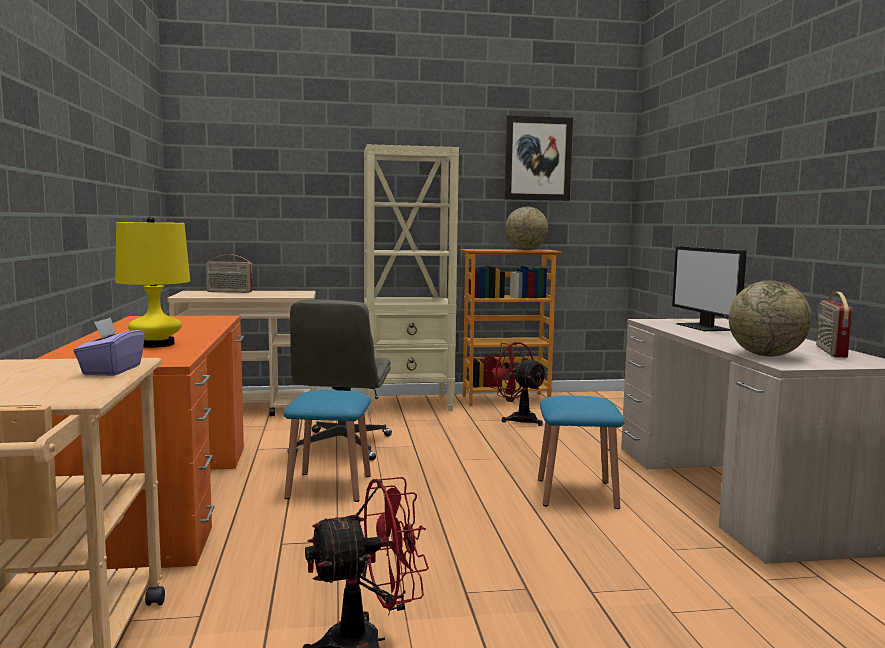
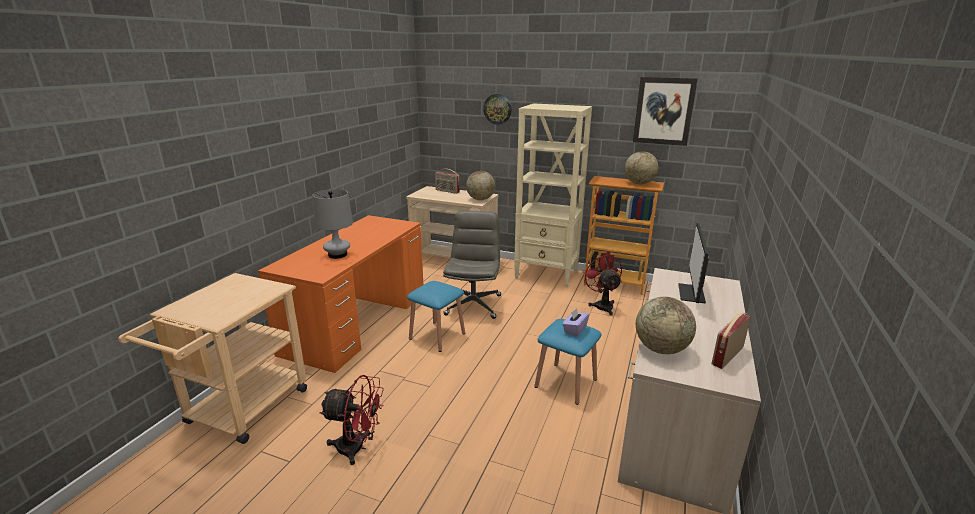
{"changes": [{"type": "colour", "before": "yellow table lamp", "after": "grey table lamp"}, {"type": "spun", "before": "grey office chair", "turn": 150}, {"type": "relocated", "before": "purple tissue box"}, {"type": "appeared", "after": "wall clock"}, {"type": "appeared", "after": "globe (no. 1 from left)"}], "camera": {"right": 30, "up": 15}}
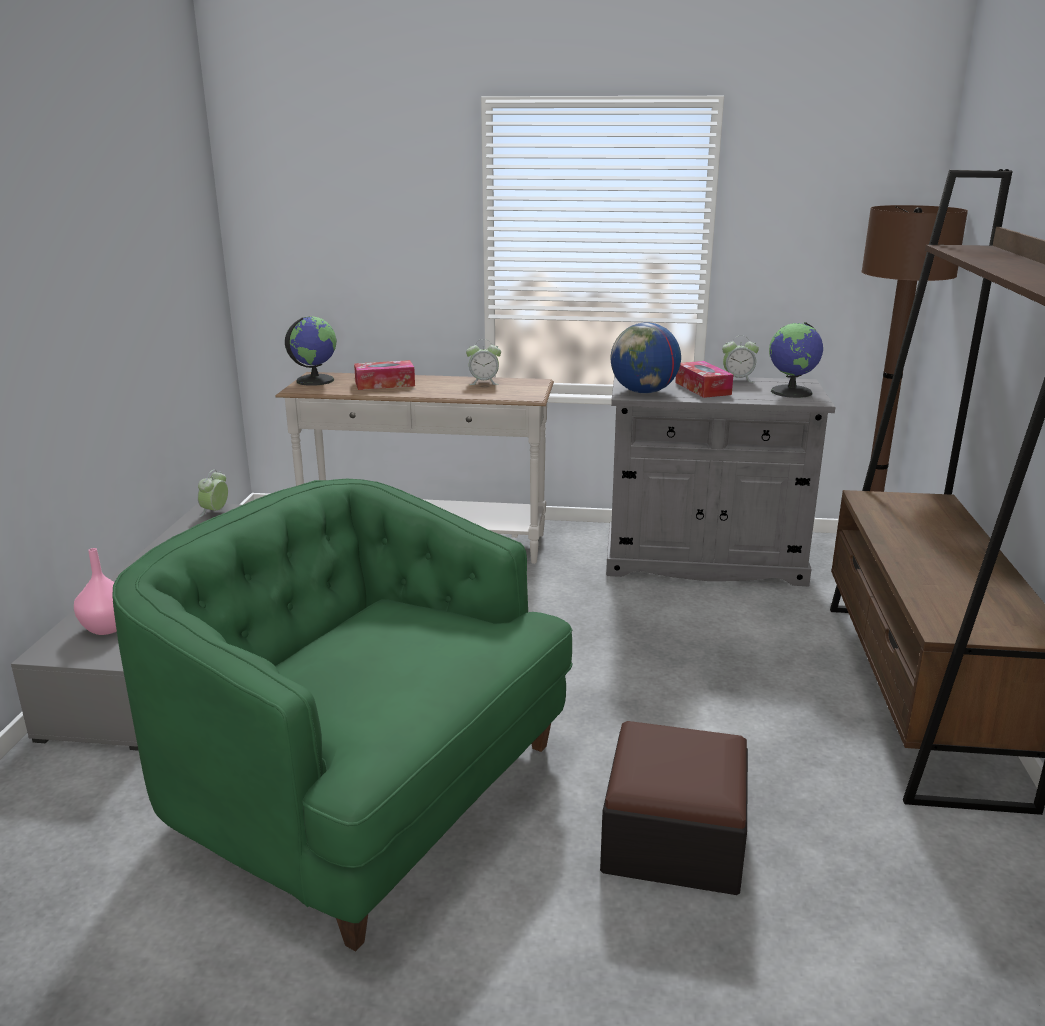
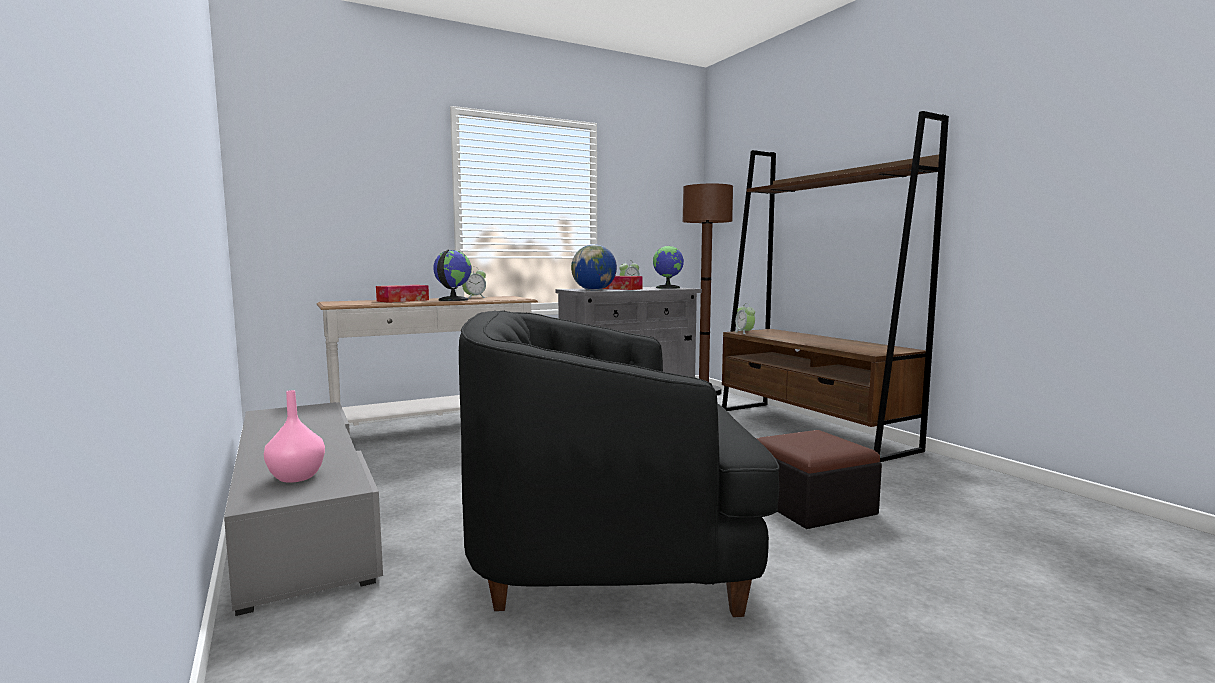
{"changes": [{"type": "relocated", "before": "globe (no. 1 from left)"}, {"type": "relocated", "before": "alarm clock (no. 1 from left in the first image)", "after": "alarm clock (no. 3 from left)"}, {"type": "colour", "before": "green armchair", "after": "black armchair"}], "camera": {"right": -35, "up": -15}}
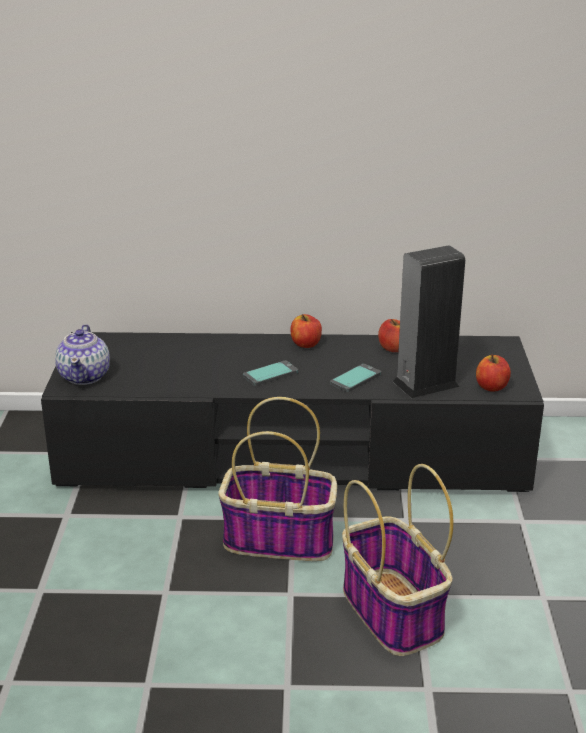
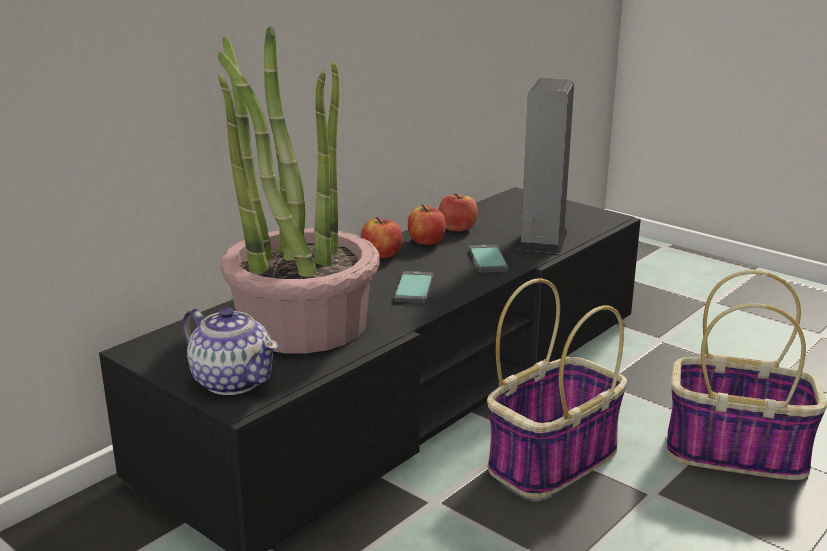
{"changes": [{"type": "relocated", "before": "apple (no. 3 from left in the first image)", "after": "apple (no. 2 from left)"}, {"type": "appeared", "after": "potted plant"}], "camera": {"right": -50, "up": -5}}
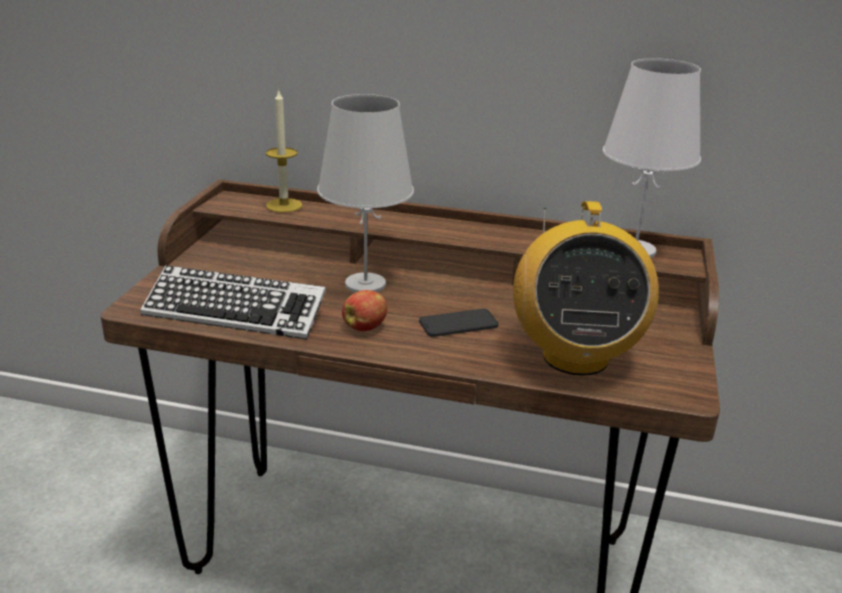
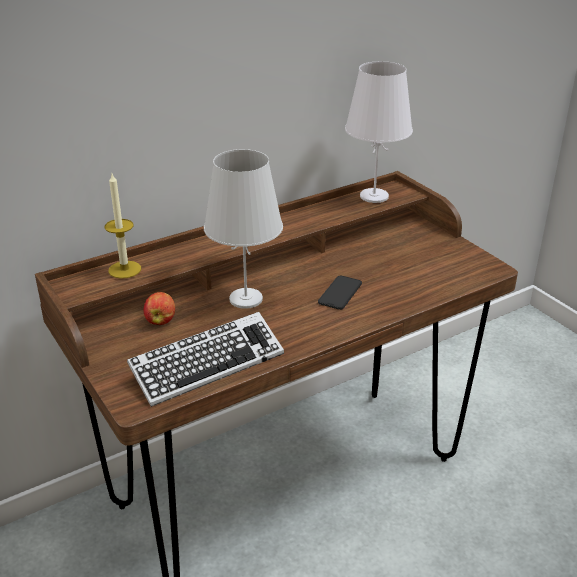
{"changes": [{"type": "missing", "before": "radio"}, {"type": "relocated", "before": "apple"}], "camera": {"right": -45, "up": 5}}
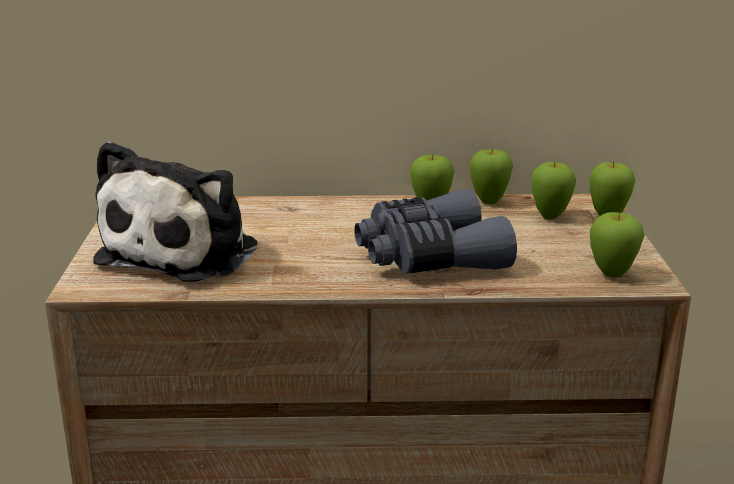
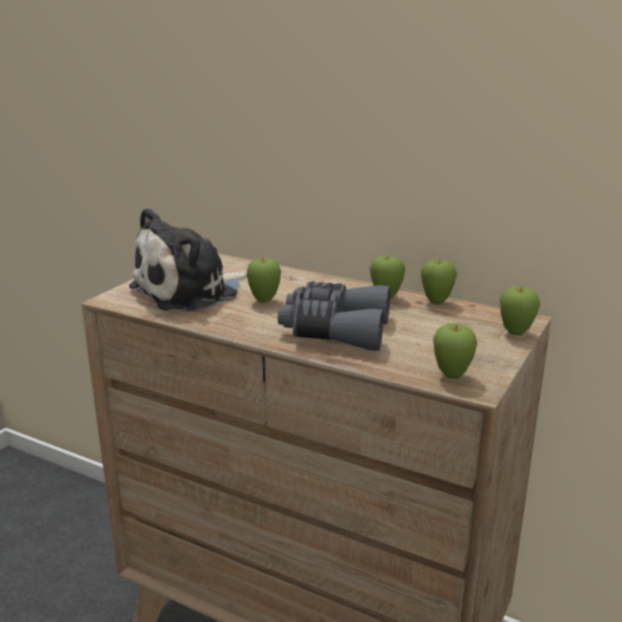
{"changes": [{"type": "relocated", "before": "apple (no. 3 from left in the first image)", "after": "apple (no. 1 from left)"}], "camera": {"right": 30, "up": 0}}
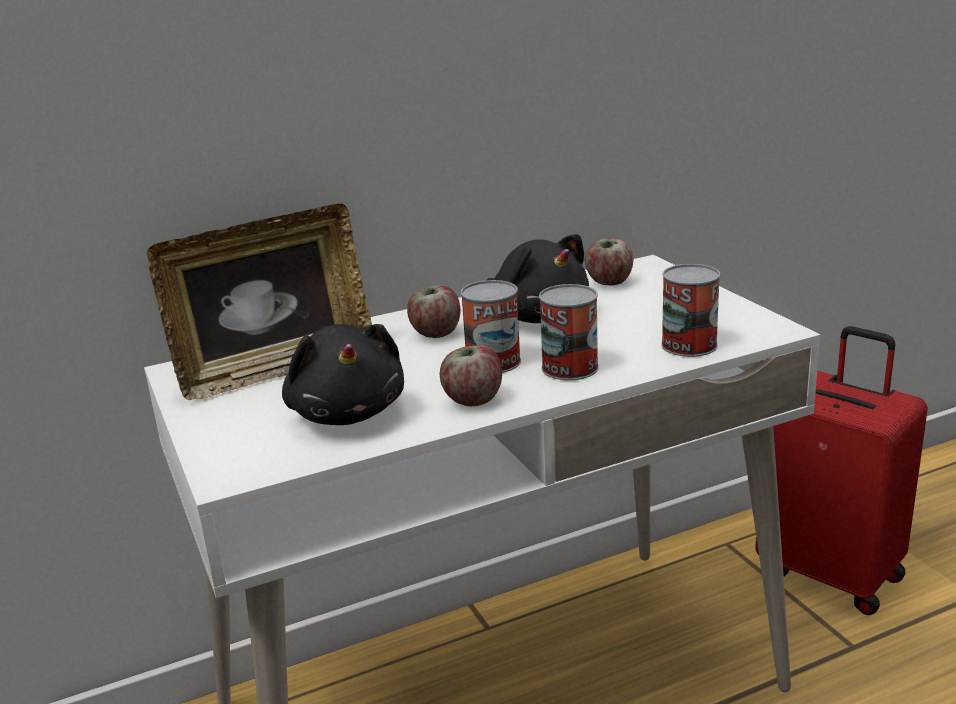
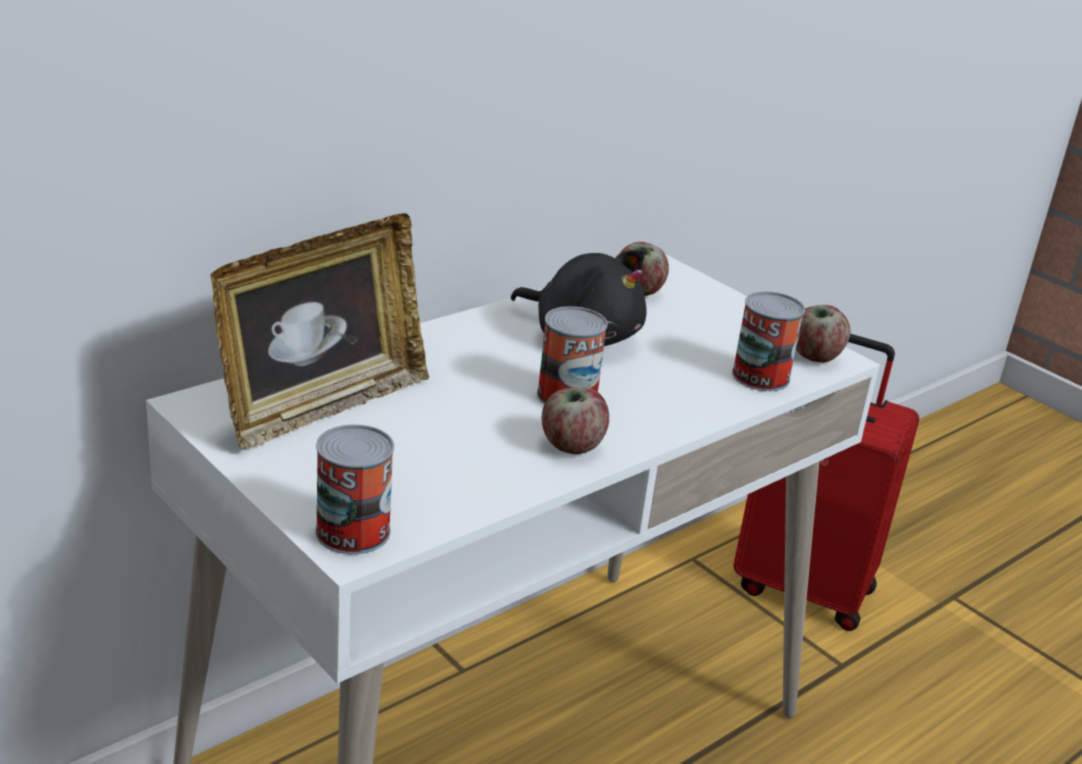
{"changes": [{"type": "relocated", "before": "can (no. 2 from left in the first image)", "after": "can (no. 1 from left)"}, {"type": "relocated", "before": "apple (no. 1 from left in the first image)", "after": "apple (no. 3 from left)"}, {"type": "missing", "before": "black plush toy (no. 1 from left)"}], "camera": {"right": -20, "up": 5}}
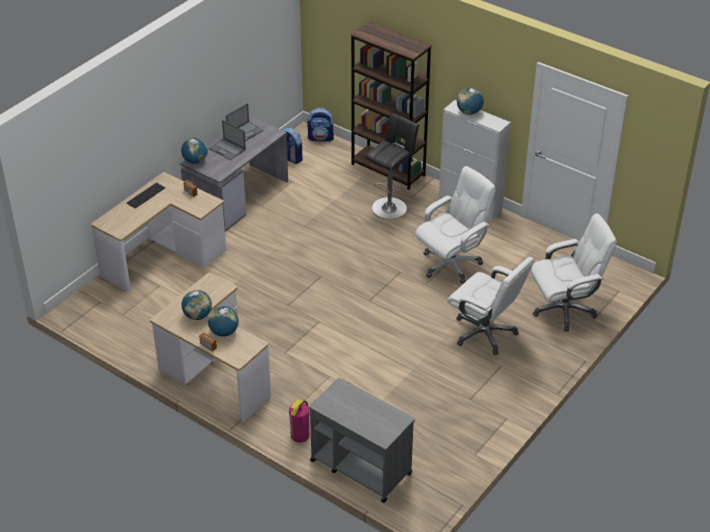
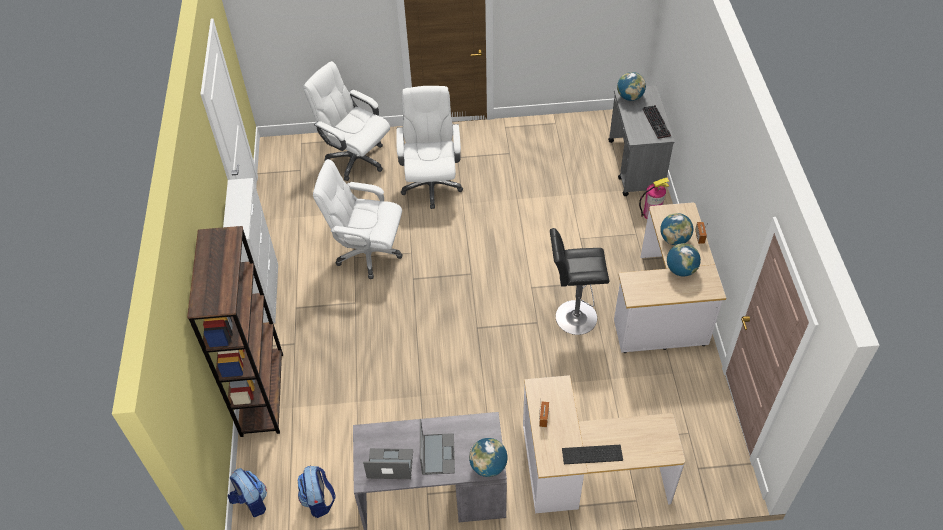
{"changes": [{"type": "relocated", "before": "globe (no. 4 from left in the first image)", "after": "globe (no. 2 from left)"}, {"type": "relocated", "before": "black stool"}, {"type": "appeared", "after": "keyboard (no. 2 from left)"}], "camera": {"right": -130, "up": 10}}
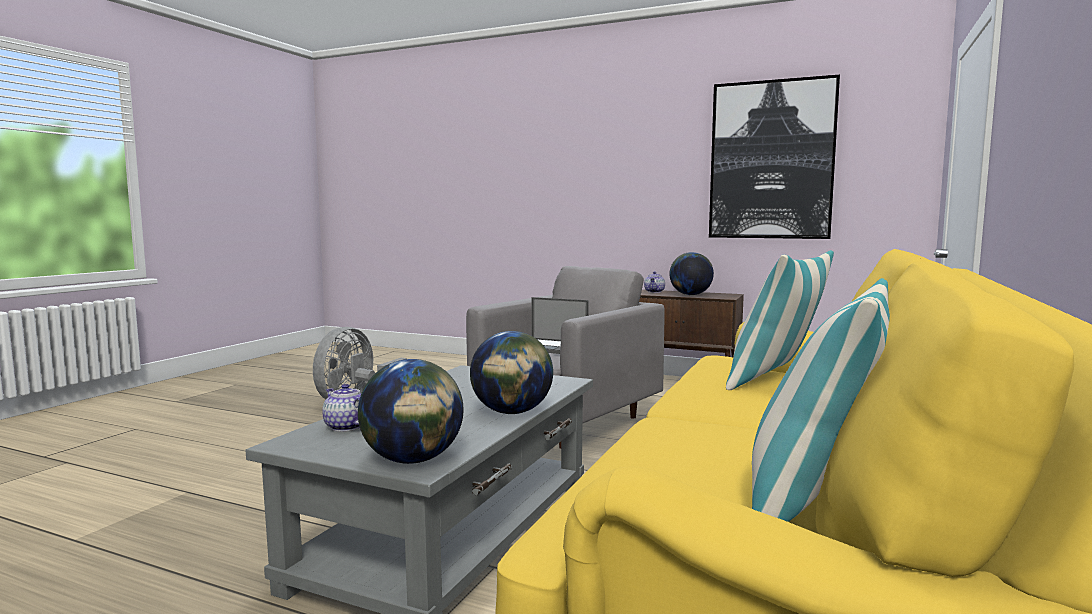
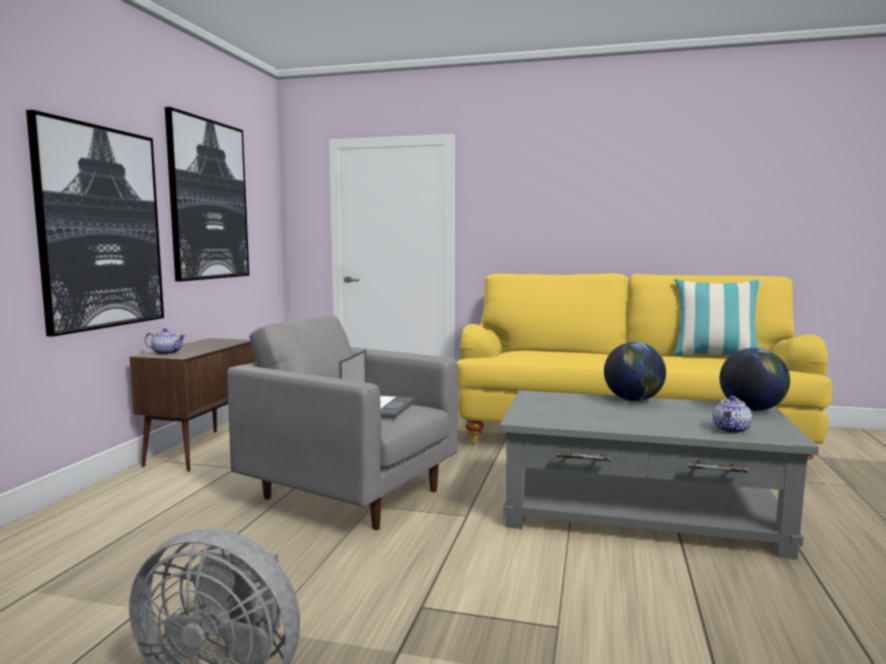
{"changes": [{"type": "missing", "before": "pillow (no. 1 from left)"}, {"type": "missing", "before": "globe (no. 3 from left)"}, {"type": "appeared", "after": "picture (no. 1 from left)"}], "camera": {"right": -100, "up": 0}}
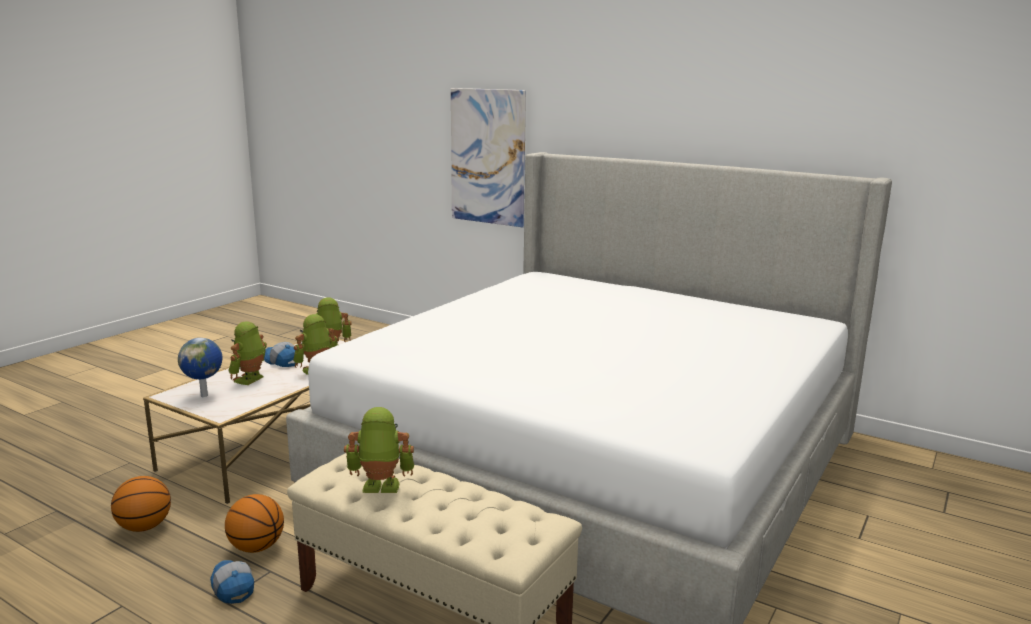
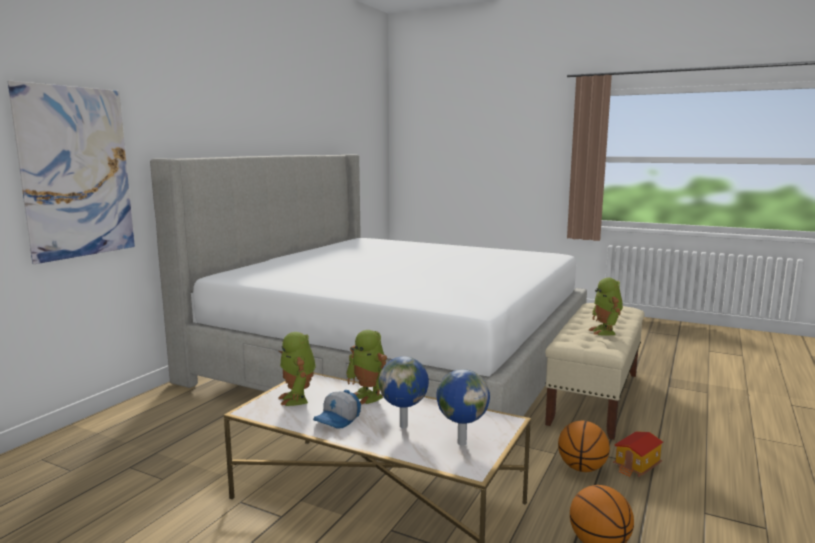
{"changes": [{"type": "exchanged", "before": "toy robot (no. 1 from left)", "after": "globe (no. 1 from left)"}, {"type": "exchanged", "before": "cap (no. 1 from left)", "after": "toy house"}], "camera": {"right": -95, "up": -5}}
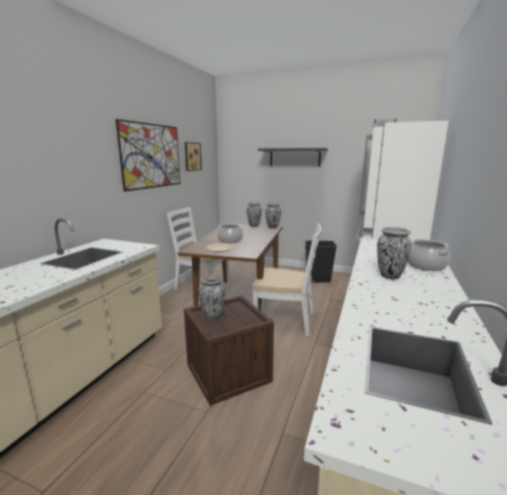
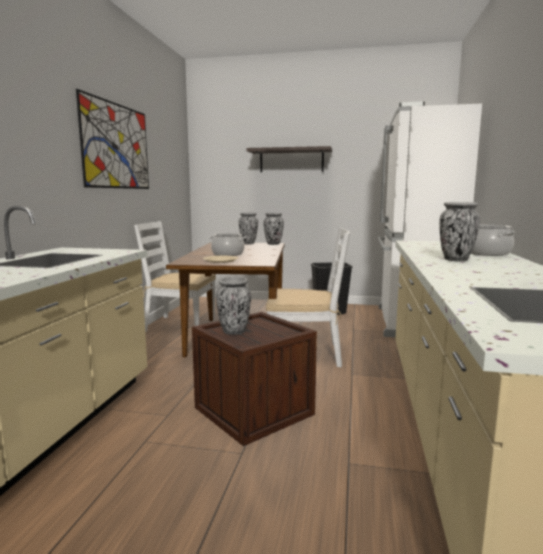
{"changes": [{"type": "missing", "before": "picture (no. 2 from left)"}], "camera": {"right": -10, "up": -5}}
